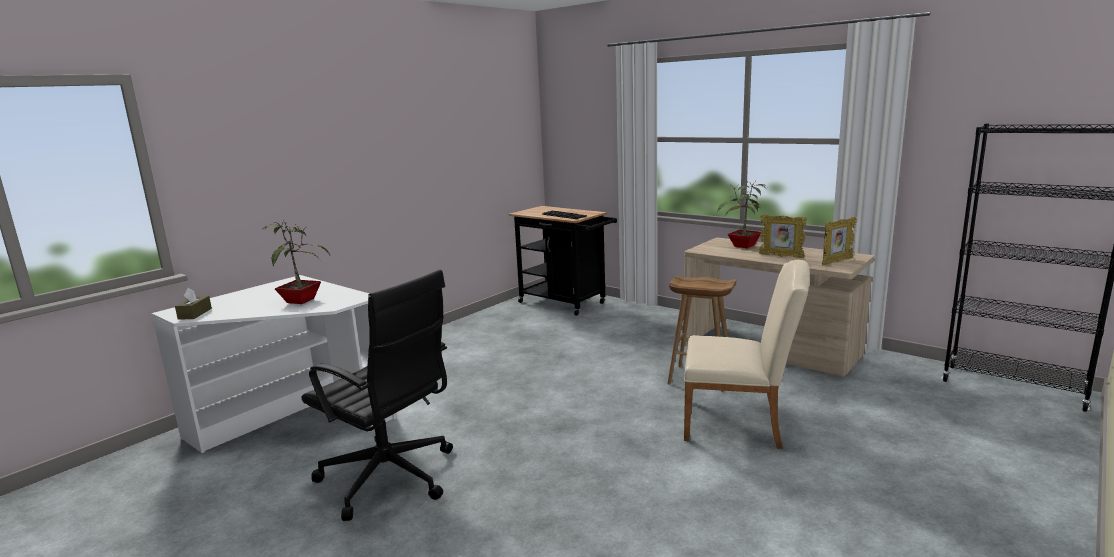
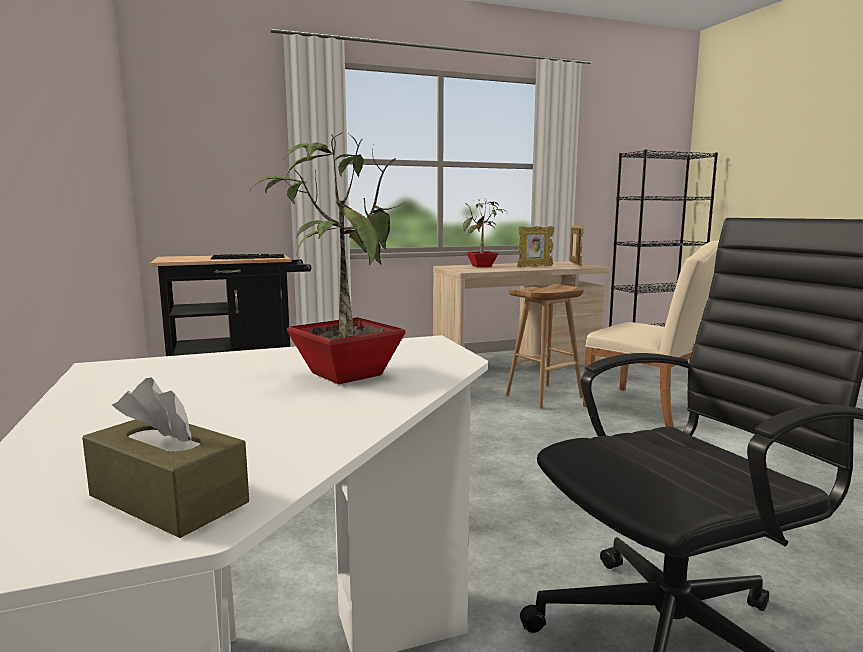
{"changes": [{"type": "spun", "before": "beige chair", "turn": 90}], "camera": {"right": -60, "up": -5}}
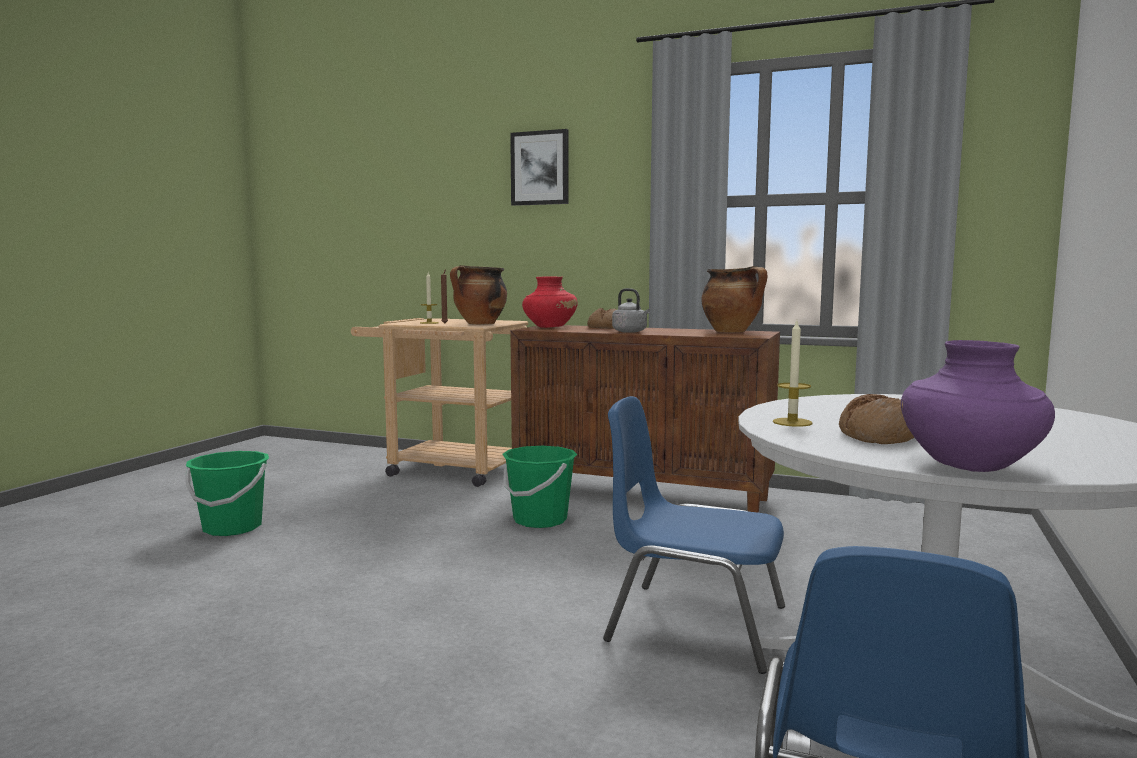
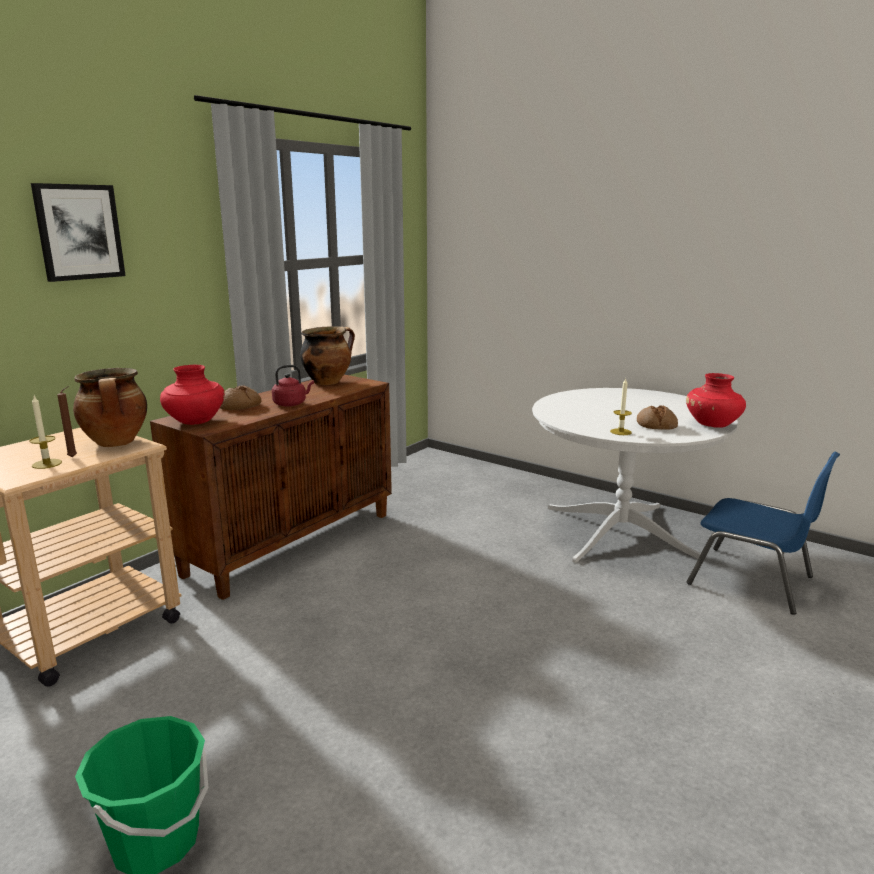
{"changes": [{"type": "colour", "before": "grey kettle", "after": "red kettle"}, {"type": "colour", "before": "purple vase", "after": "red vase (no. 2 from left)"}, {"type": "missing", "before": "blue chair (no. 1 from left)"}, {"type": "missing", "before": "green bucket (no. 2 from left)"}], "camera": {"right": -75, "up": 10}}
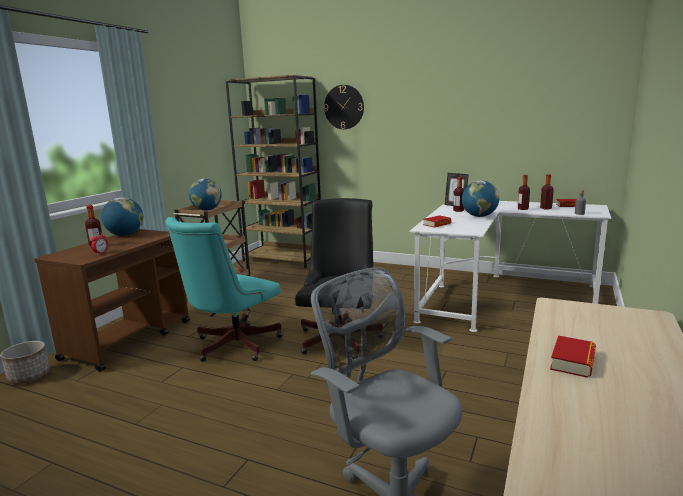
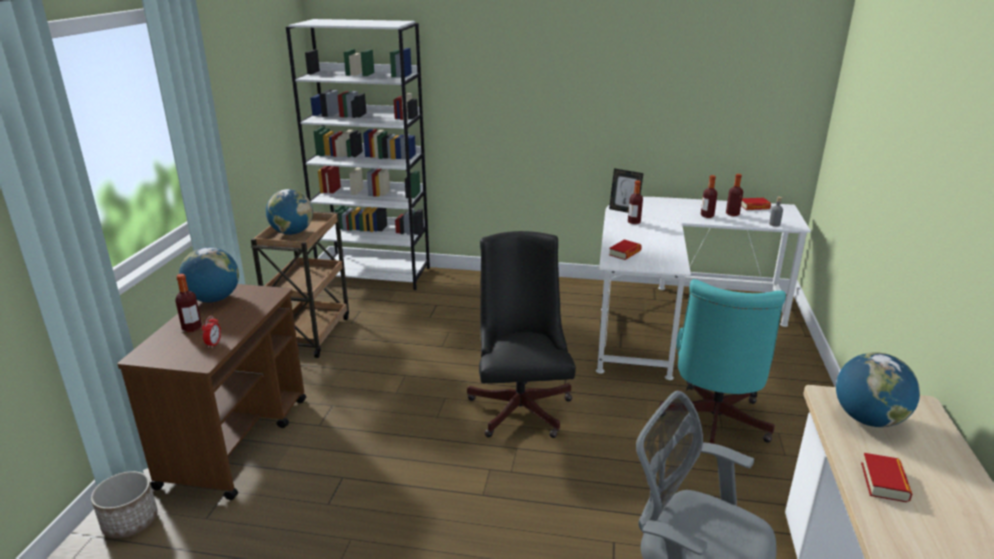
{"changes": [{"type": "colour", "before": "brown bookcase", "after": "white bookcase"}, {"type": "missing", "before": "wall clock"}, {"type": "relocated", "before": "globe (no. 3 from left)"}, {"type": "relocated", "before": "turquoise office chair"}], "camera": {"right": -15, "up": 10}}
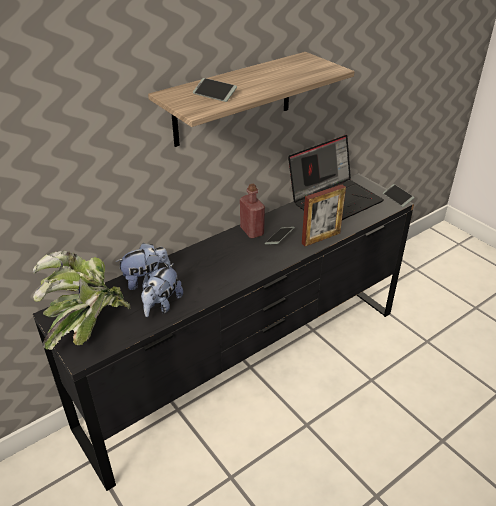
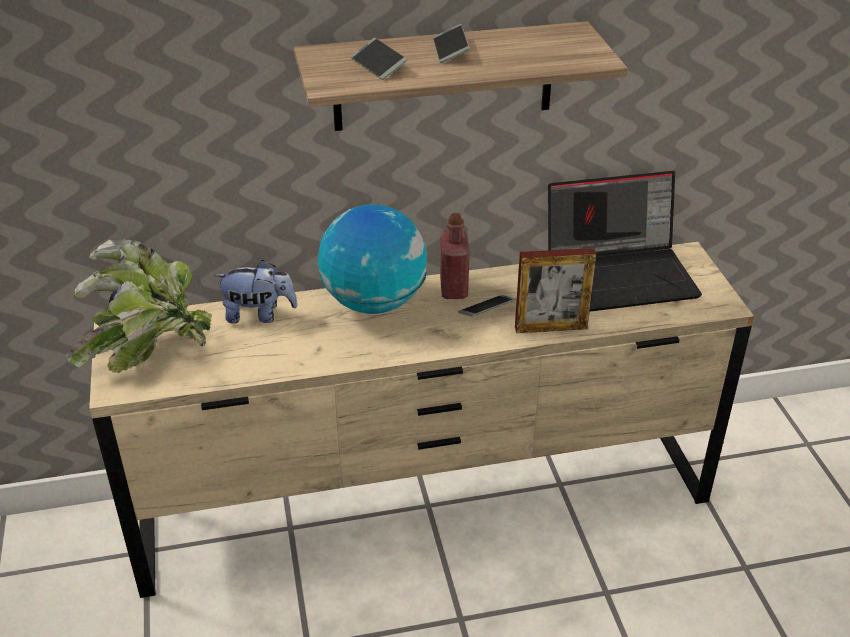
{"changes": [{"type": "colour", "before": "black dresser", "after": "beige dresser"}, {"type": "relocated", "before": "phone (no. 3 from left in the first image)", "after": "phone (no. 2 from left)"}, {"type": "missing", "before": "plush toy (no. 2 from left)"}, {"type": "appeared", "after": "globe"}], "camera": {"right": 25, "up": 0}}
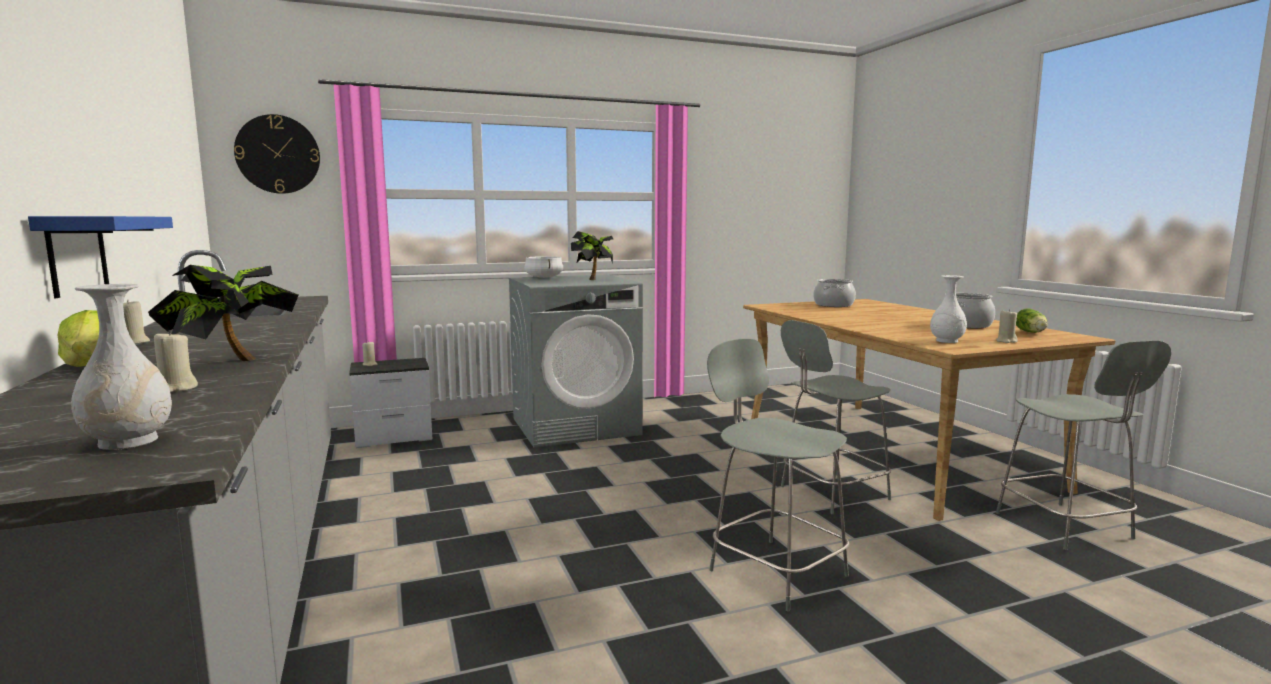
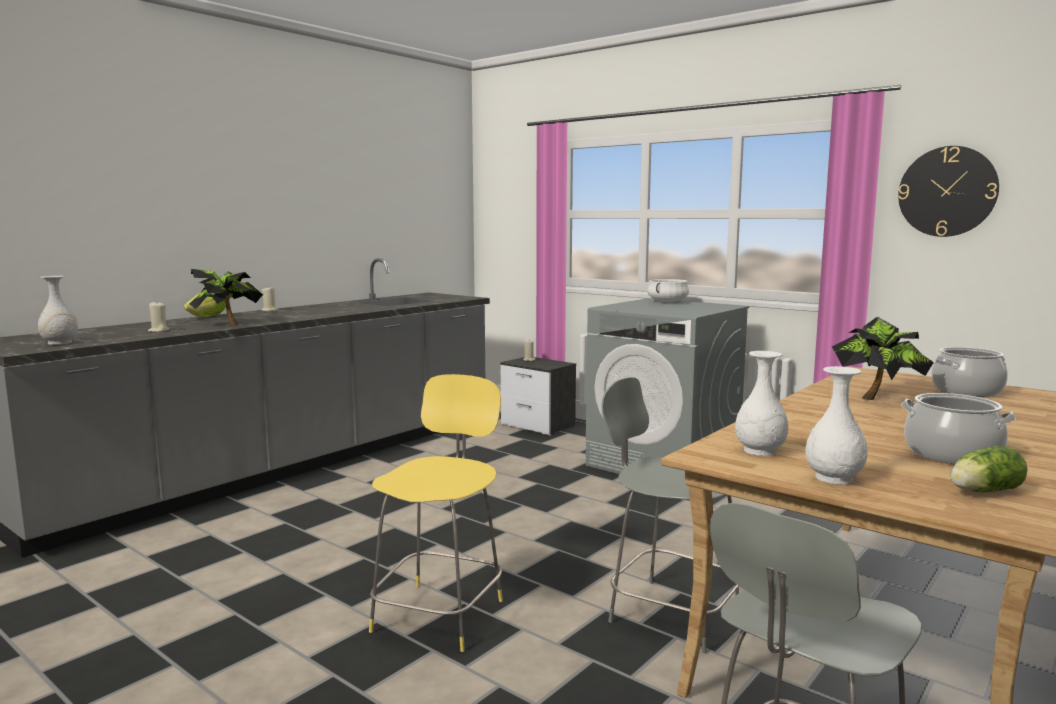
{"changes": [{"type": "relocated", "before": "wall clock"}, {"type": "missing", "before": "blue shelf"}, {"type": "relocated", "before": "potted plant (no. 2 from left)"}, {"type": "exchanged", "before": "beige candle (no. 4 from left)", "after": "white vase (no. 3 from left)"}, {"type": "exchanged", "before": "grey chair (no. 1 from left)", "after": "yellow stool"}], "camera": {"right": 60, "up": 0}}
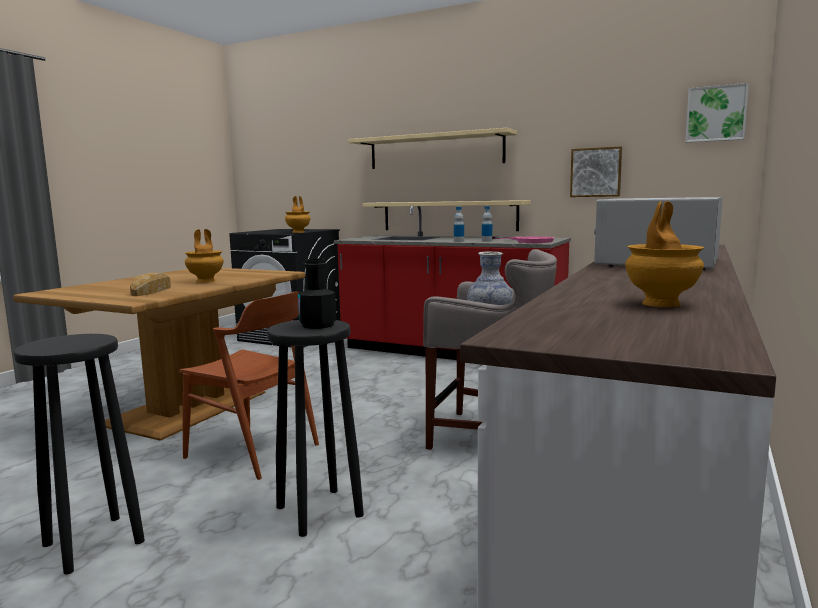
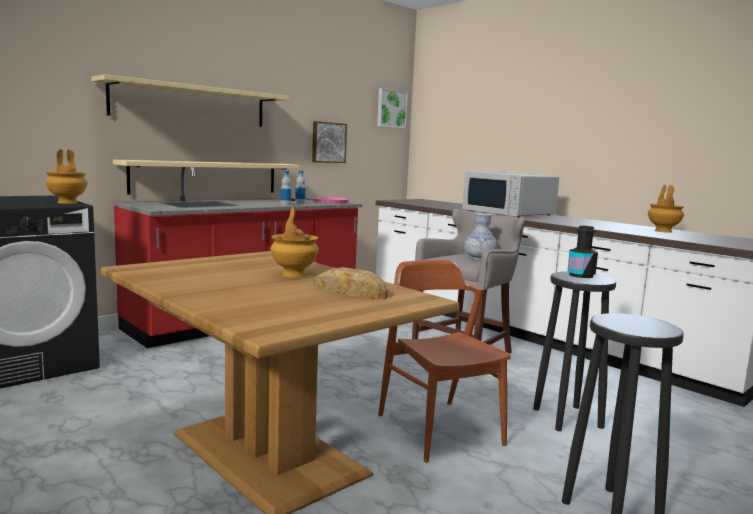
{"changes": [{"type": "spun", "before": "brown chair", "turn": -75}], "camera": {"right": -70, "up": 0}}
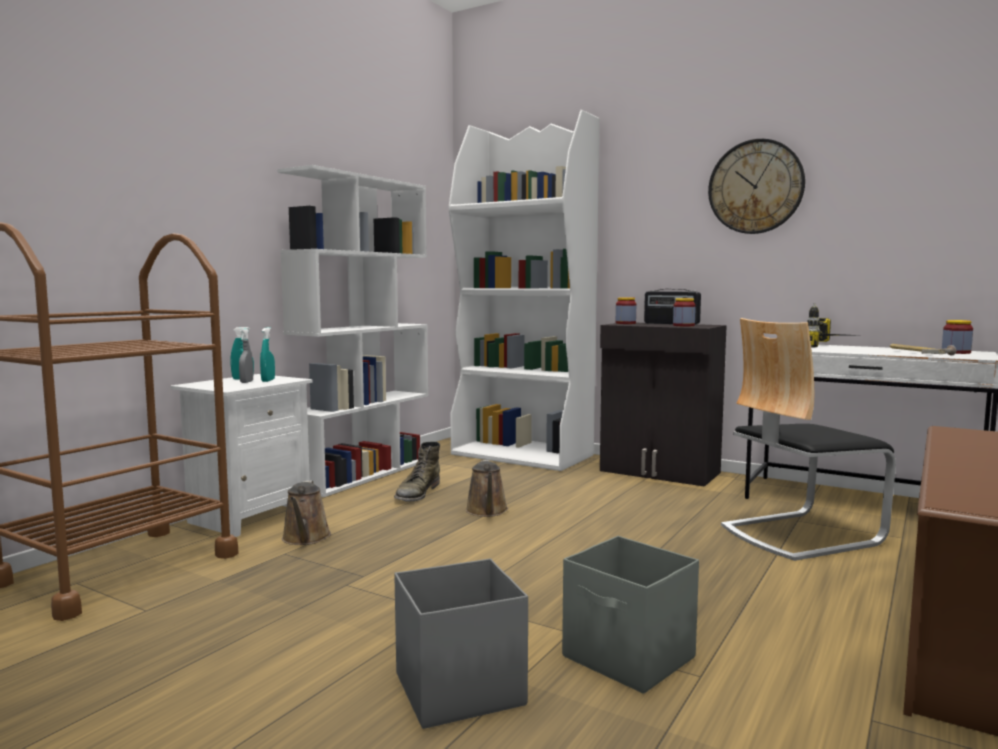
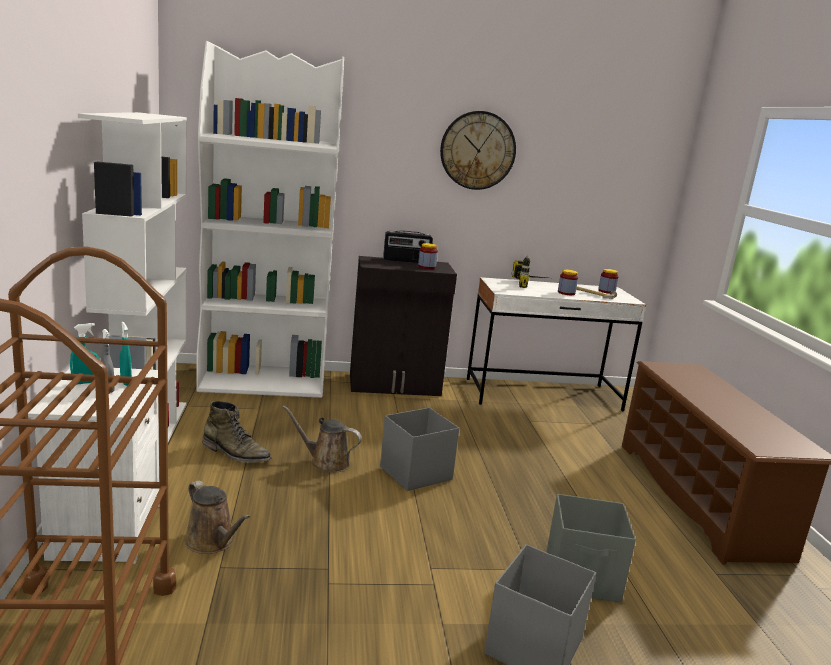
{"changes": [{"type": "relocated", "before": "jar (no. 1 from left in the first image)", "after": "jar (no. 2 from left)"}, {"type": "missing", "before": "chair"}, {"type": "spun", "before": "green boot", "turn": -45}, {"type": "spun", "before": "brown watering can (no. 2 from left)", "turn": 150}, {"type": "appeared", "after": "grey storage box (no. 1 from left)"}], "camera": {"right": -40, "up": 10}}
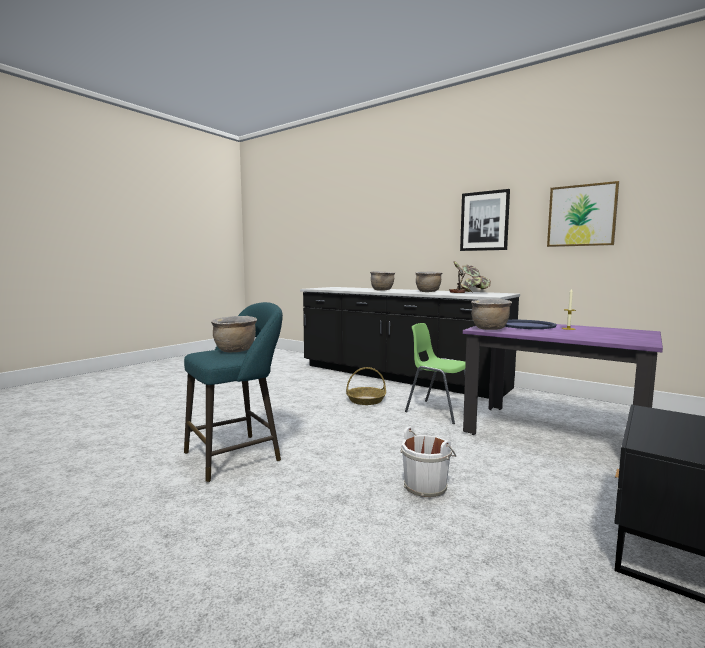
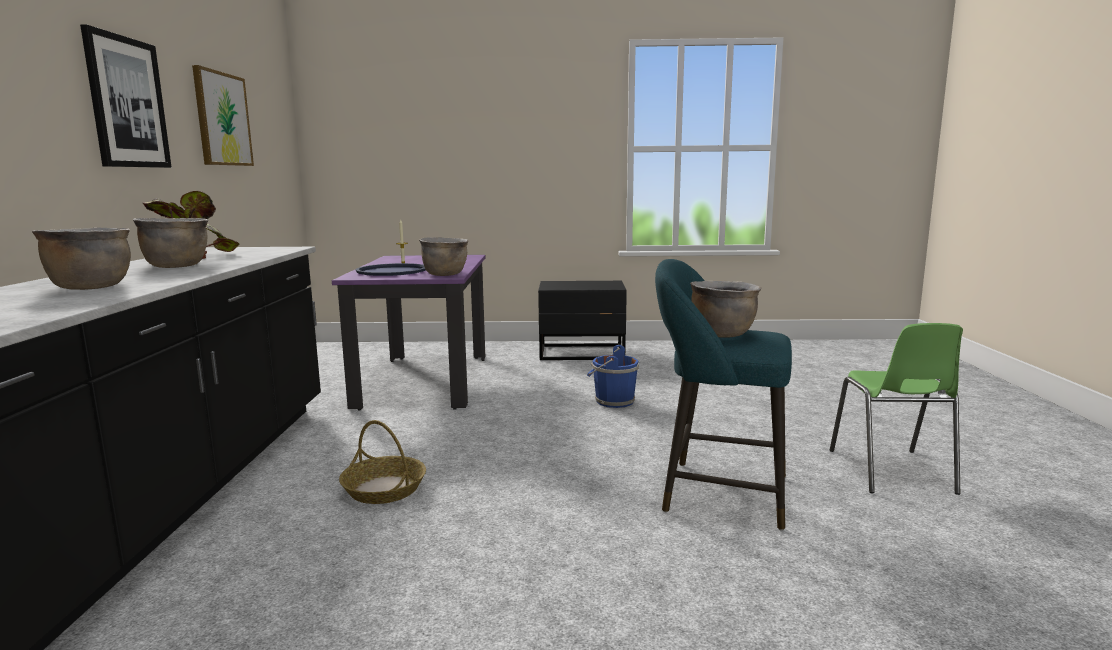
{"changes": [{"type": "relocated", "before": "green chair"}, {"type": "colour", "before": "white bucket", "after": "blue bucket"}], "camera": {"right": -125, "up": 5}}
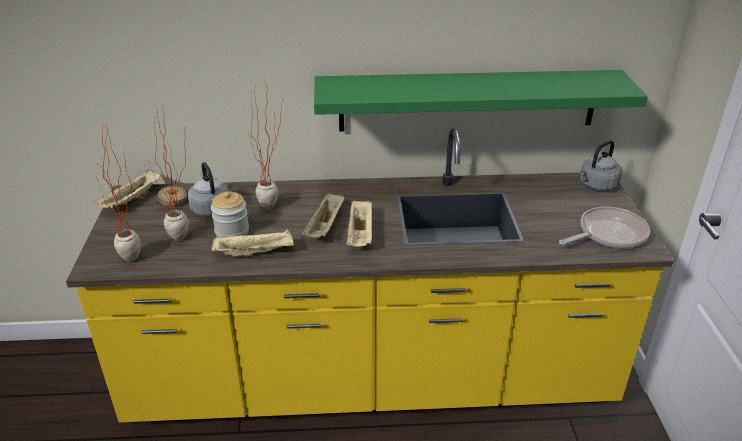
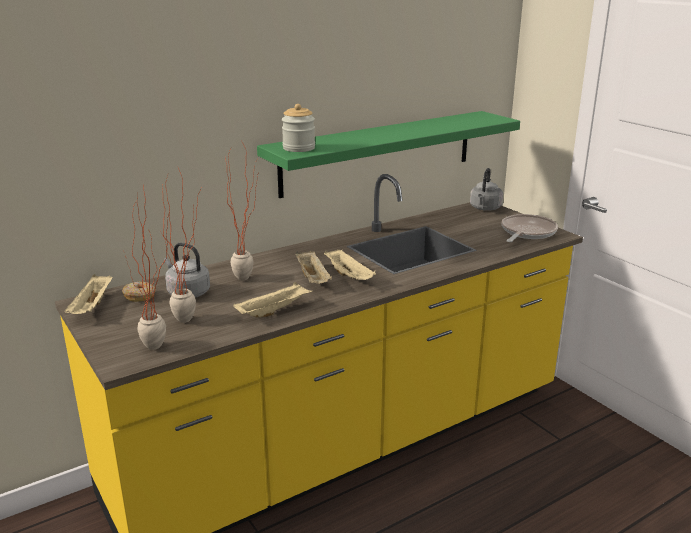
{"changes": [{"type": "relocated", "before": "jar"}], "camera": {"right": -30, "up": -10}}
